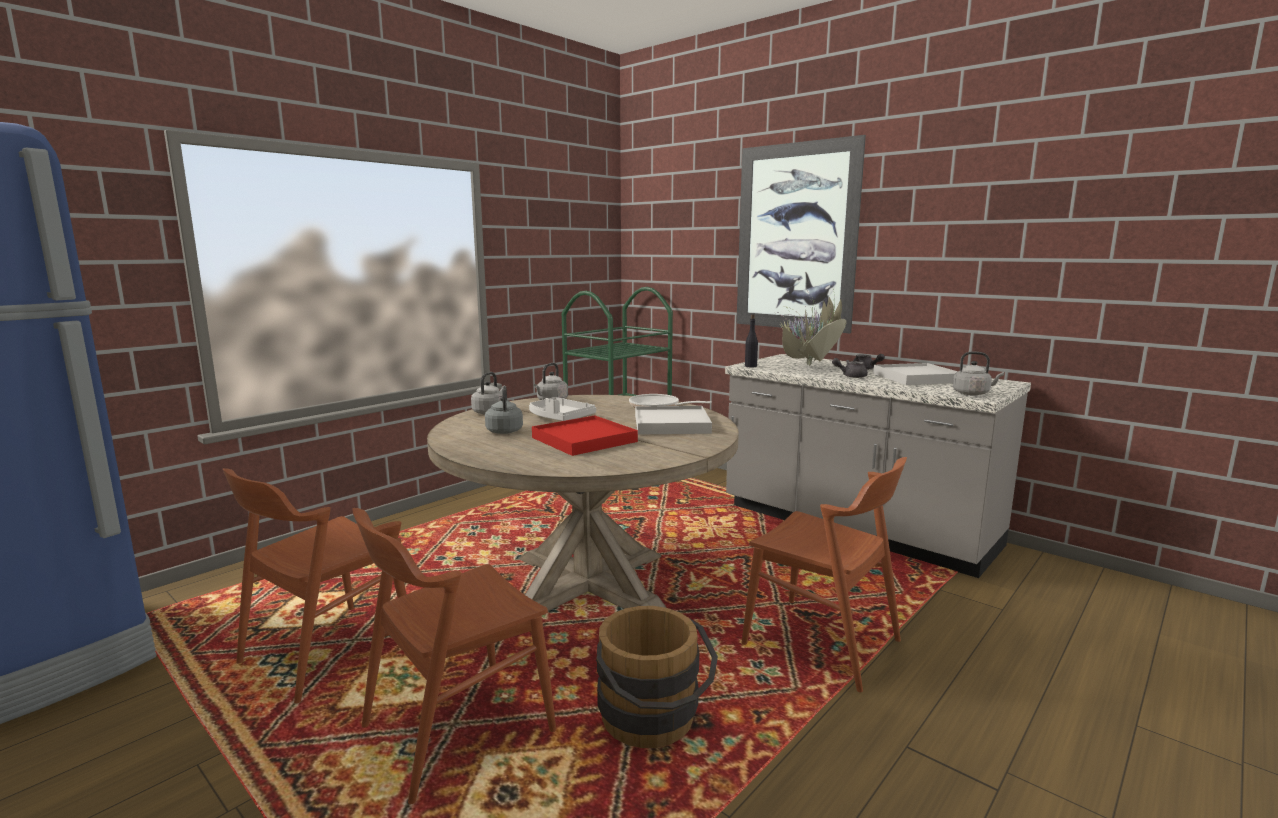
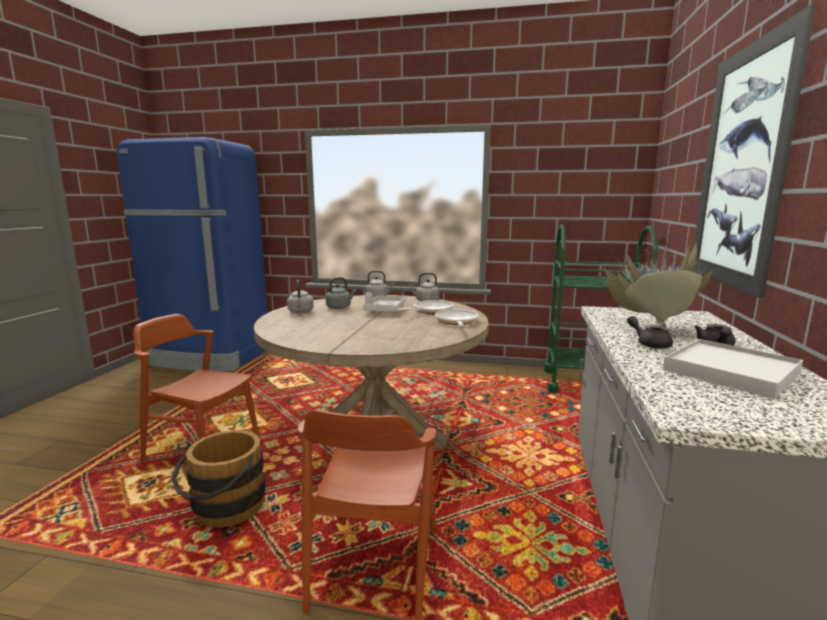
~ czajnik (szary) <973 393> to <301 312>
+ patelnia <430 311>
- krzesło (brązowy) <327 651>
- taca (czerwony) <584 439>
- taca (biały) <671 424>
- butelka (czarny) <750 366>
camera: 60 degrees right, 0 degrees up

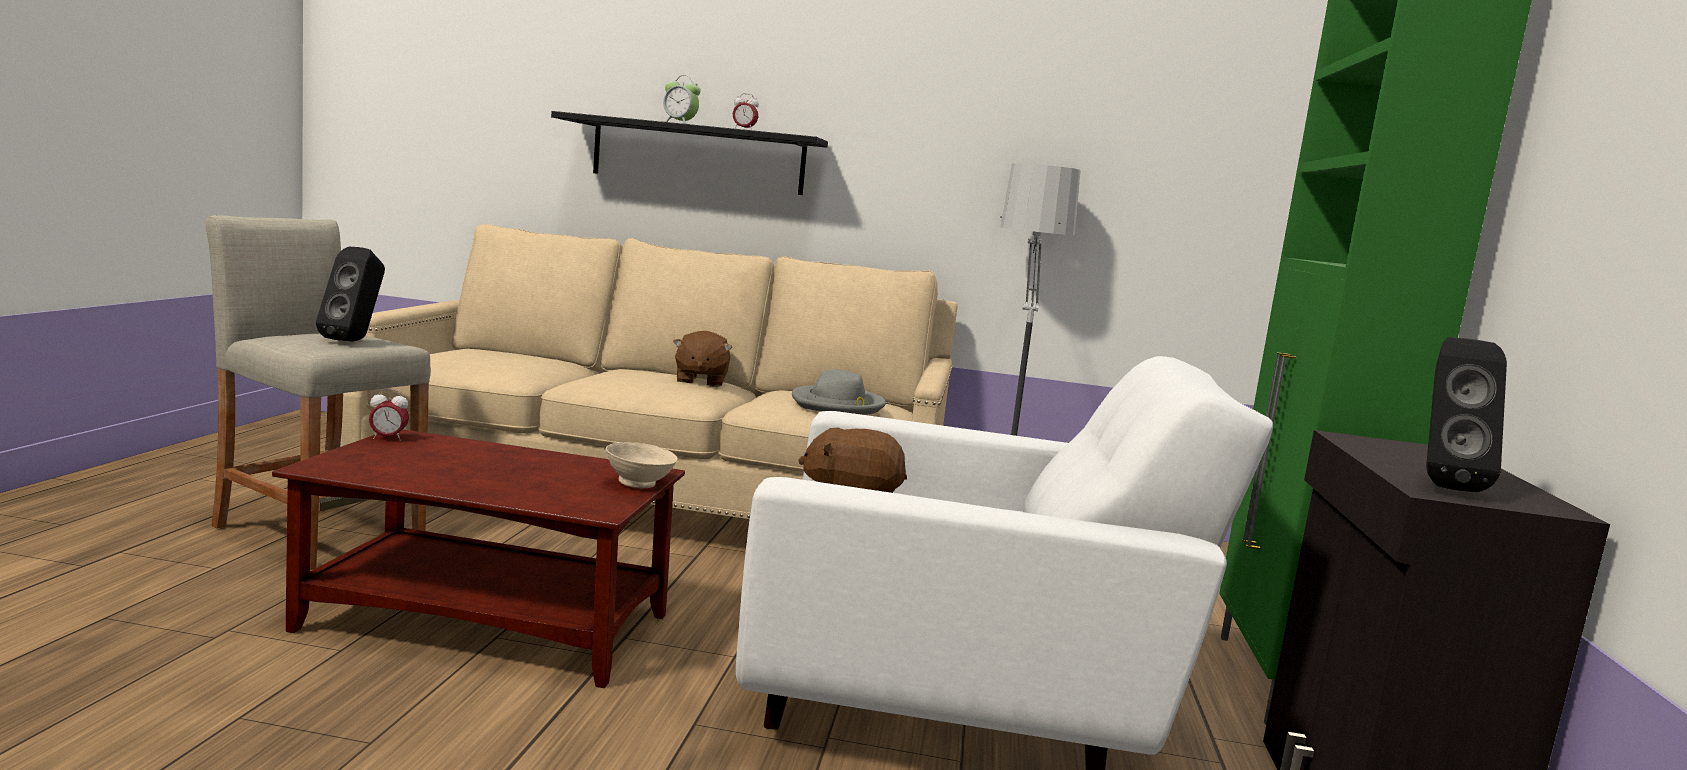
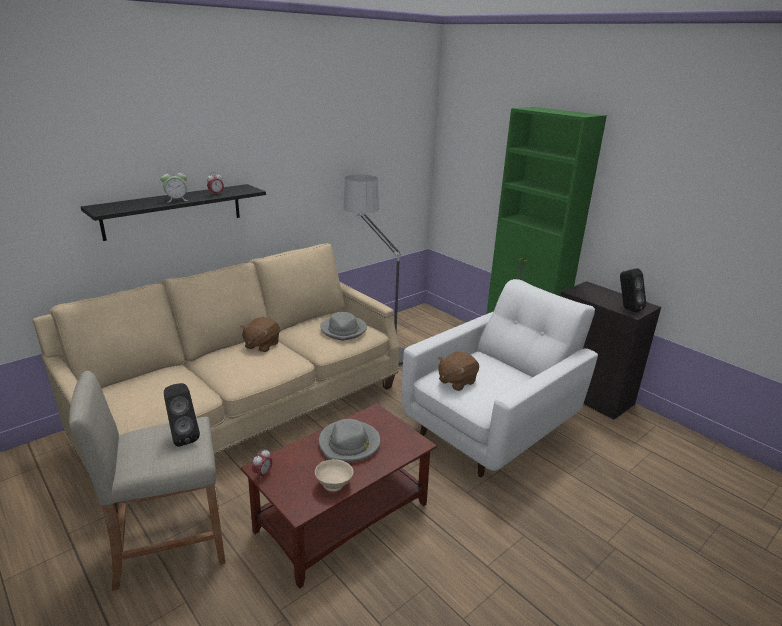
~ pluszak (brązowy) <700 381> = <261 345> 75 degrees clockwise
~ miska (beżowy) <640 484> to <334 485>
+ kapelusz (szary) <349 444>
camera: 50 degrees left, 15 degrees up

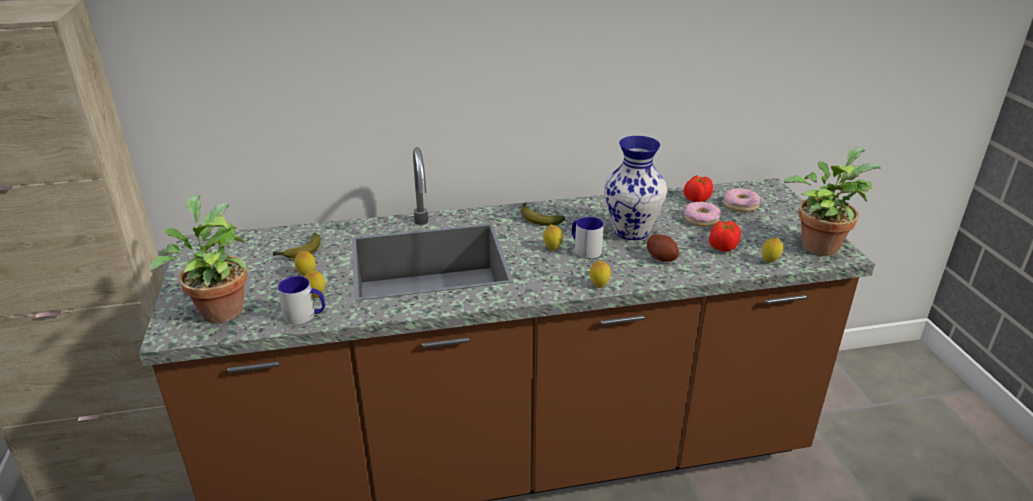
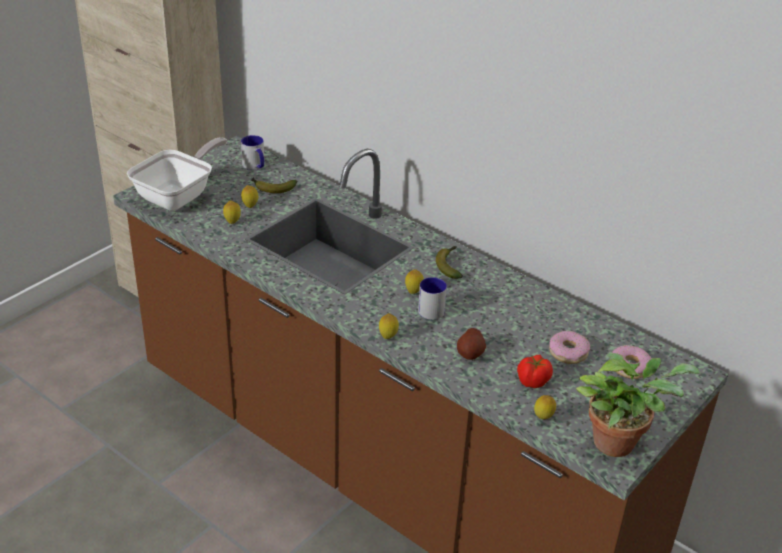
~ roślina doniczkowa <219 309> to patelnia <179 196>
~ kubek <305 316> to <255 166>
- wazon <632 232>
- pomidor <696 199>
camera: 50 degrees right, 5 degrees up

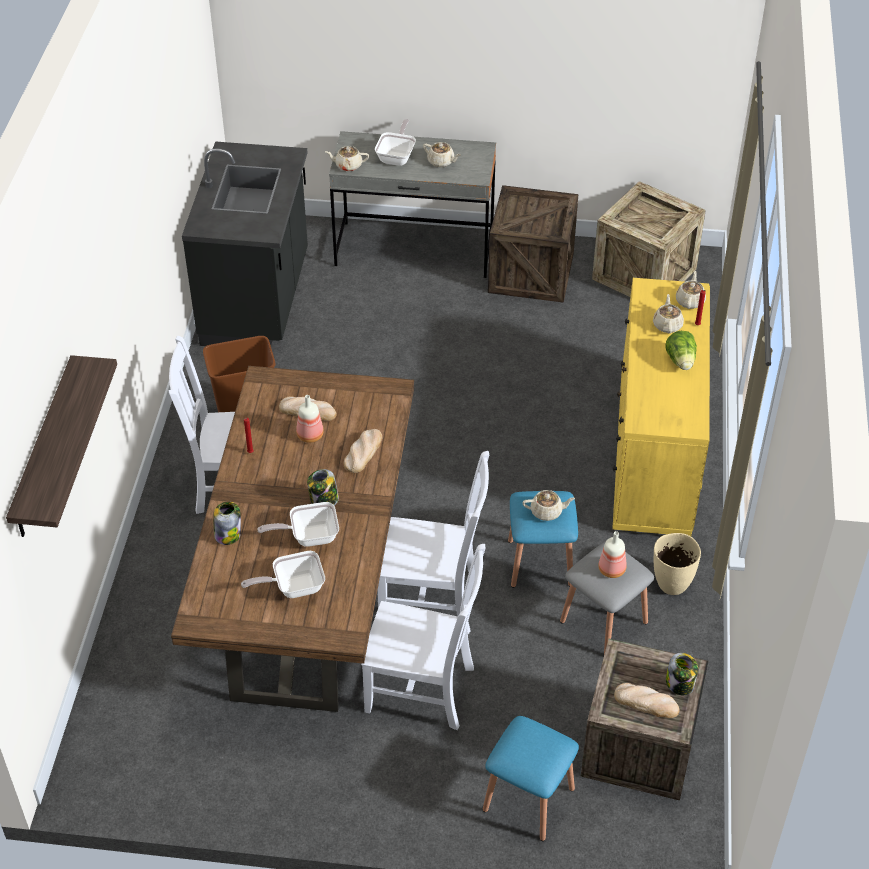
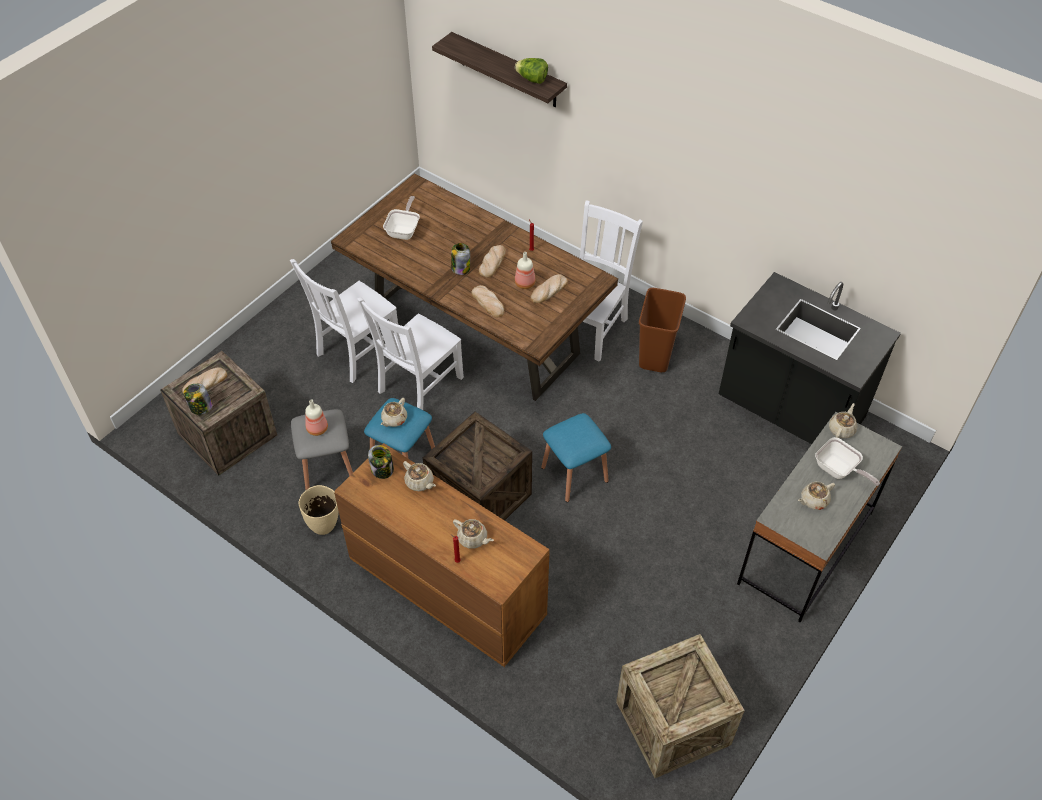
~ komoda (żółty) <653 456> to komoda (brązowy) <446 587>
~ słoik <228 534> to <382 469>
~ imbryk (beżowy) <690 301> to <420 482>
~ skrzynka <531 273> to <479 497>
+ chleb <492 262>
~ sałata <681 361> to <532 79>
~ stołek (niebieski) <528 799> to <574 474>
- patelnia <309 536>
camera: 120 degrees right, 5 degrees up

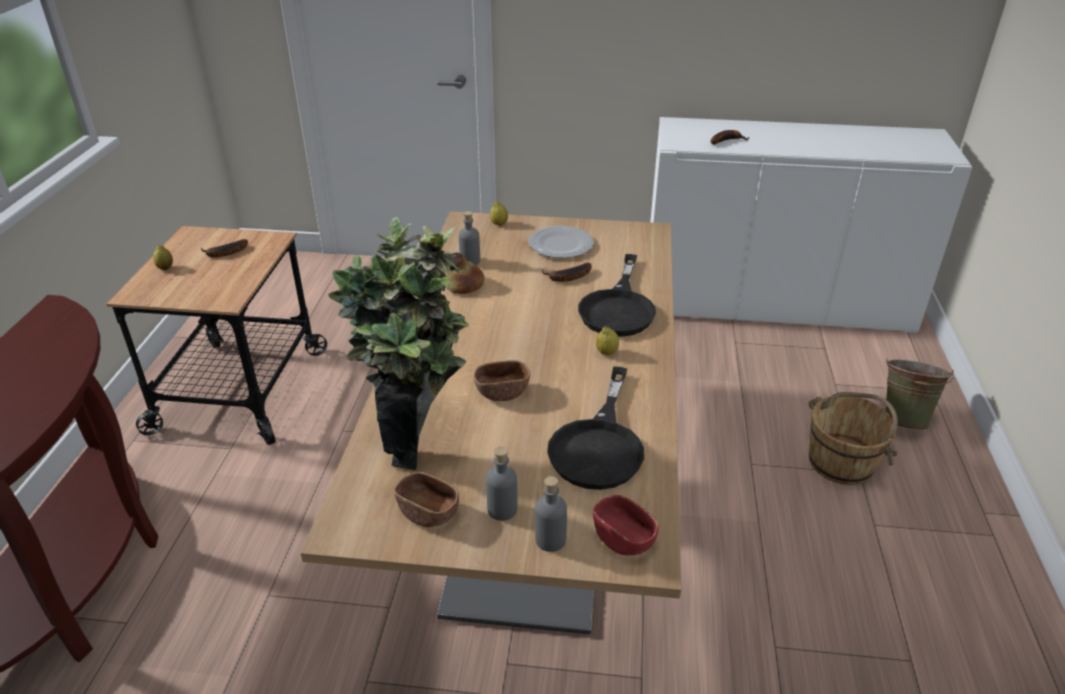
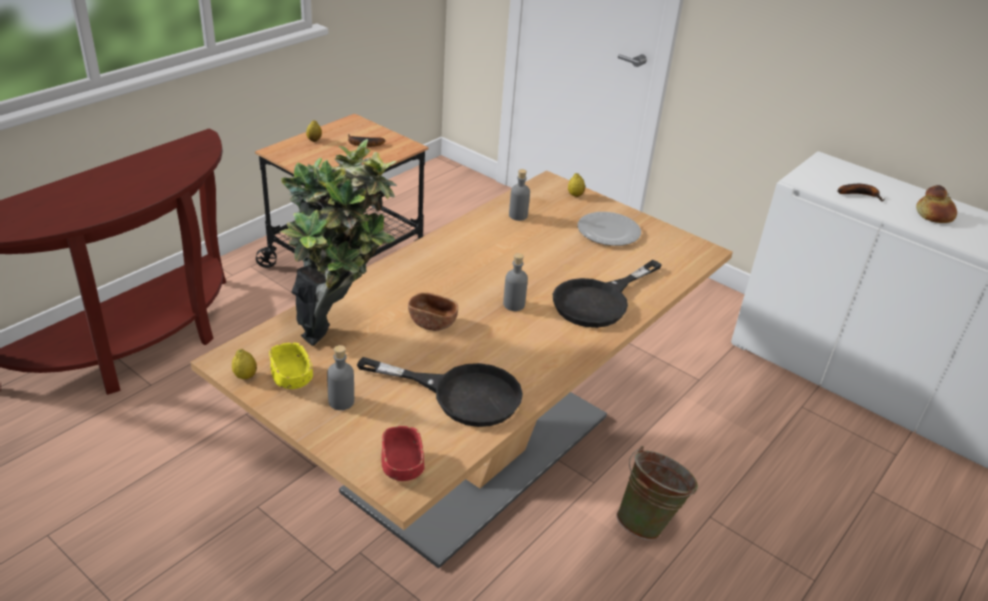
~ cytryna <606 352> to <245 376>
~ miska (brązowy) <428 512> to miska (żółty) <292 378>
~ patelnia (czarny) <599 445> = <461 394> 120 degrees counterclockwise
~ butelka (szary) <550 540> to <513 304>
~ wiadro (zielony) <903 419> to <649 522>
~ chleb <463 284> to <934 215>
- banan <567 277>
- wiadro (brązowy) <842 462>
camera: 30 degrees right, 0 degrees up

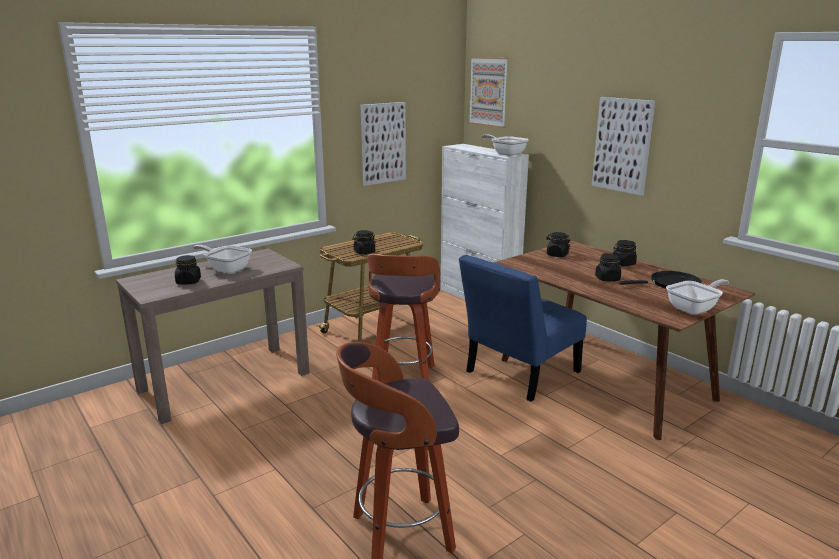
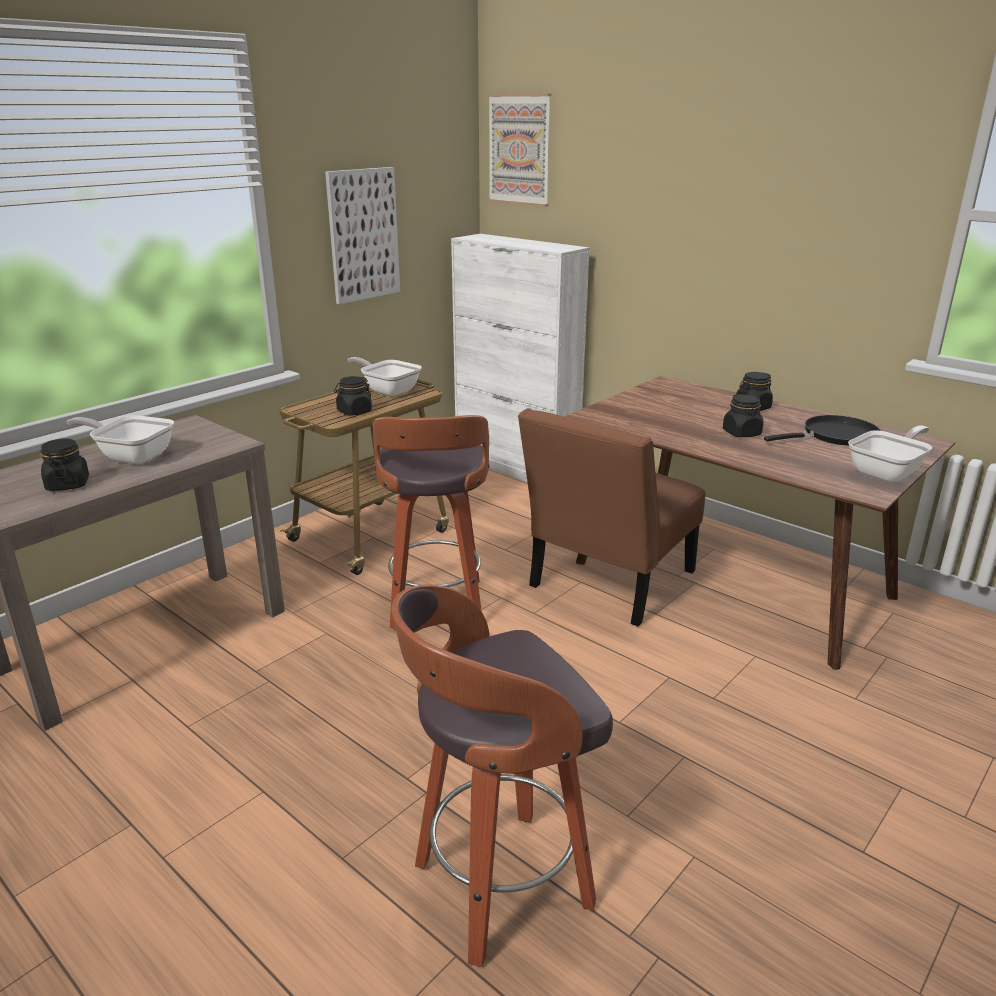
~ patelnia <506 154> to <388 390>
~ krzesło (niebieski) <518 374> to krzesło (brązowy) <607 583>
- słoik (czarny) <557 255>
- obraz <622 145>
camera: 10 degrees left, 5 degrees up

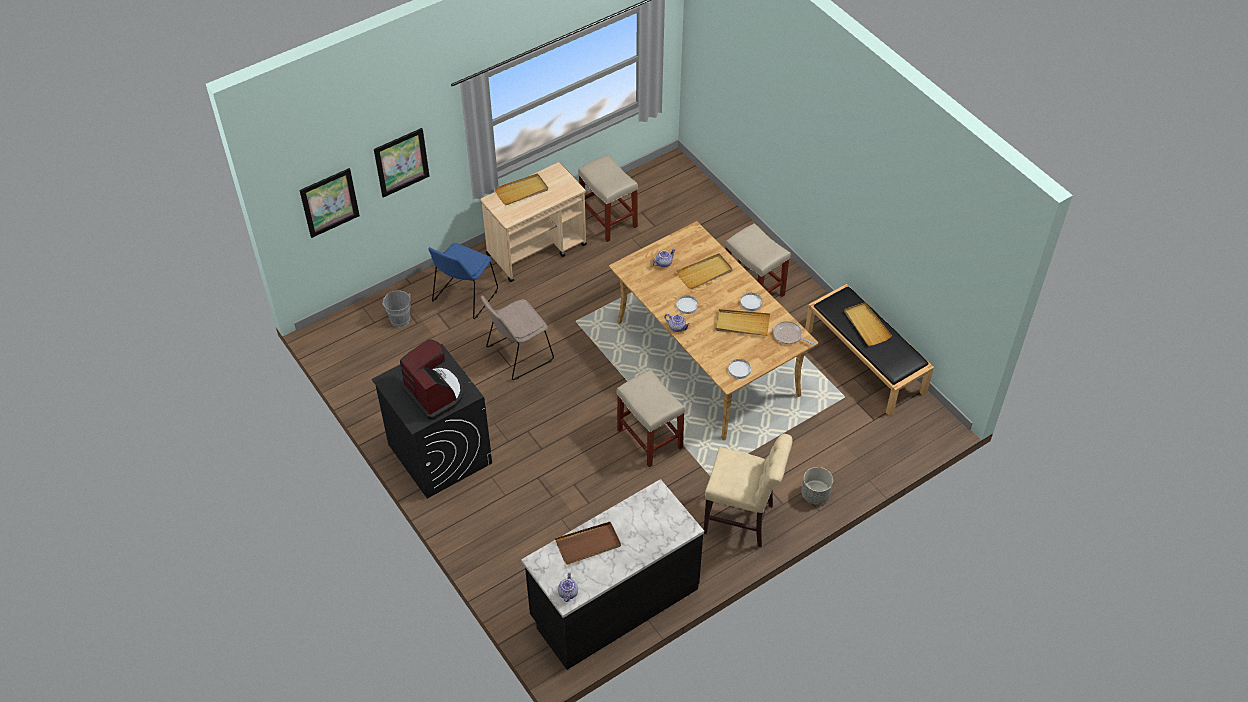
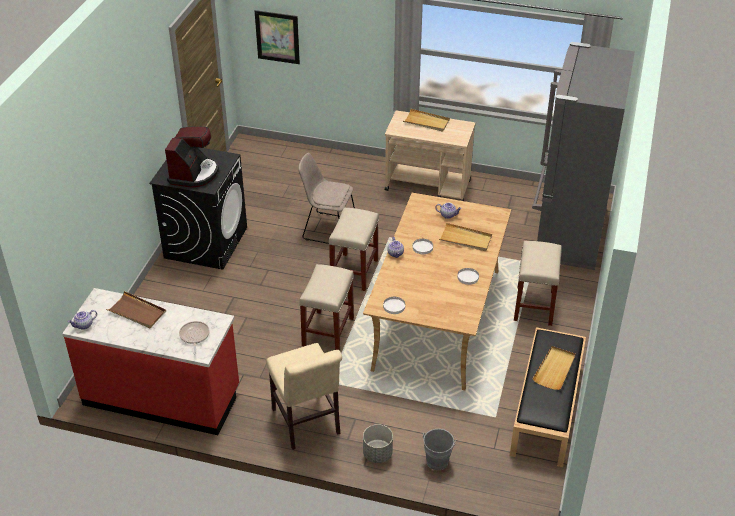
~ zabudowa kuchenna (czarny) <614 603> to zabudowa kuchenna (czerwony) <162 396>
~ patelnia <789 335> to <194 336>
~ stołek (beżowy) <607 219> to <354 271>
~ wiadro (szary) <399 318> to <438 459>
+ lodówka (szary) <567 234>
- obraz <401 162>
- krzesło (niebieski) <464 297>
- taca (beżowy) <742 324>
camera: 50 degrees right, 10 degrees down

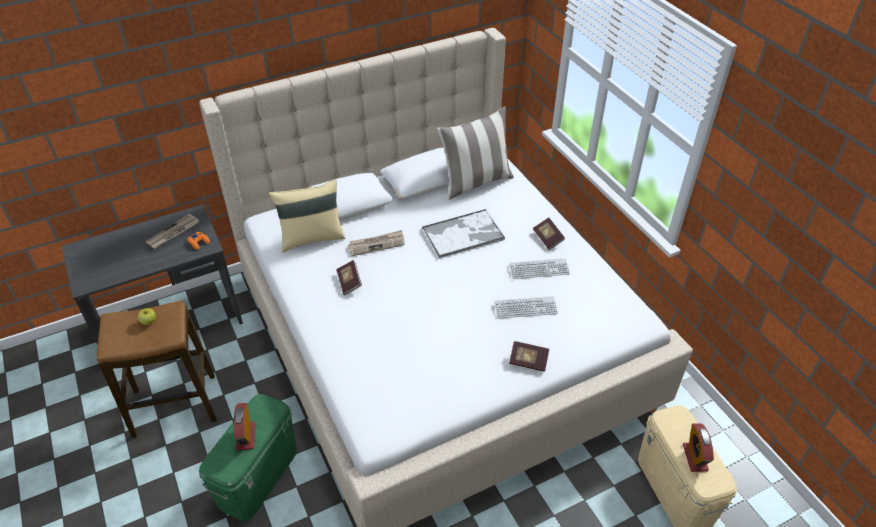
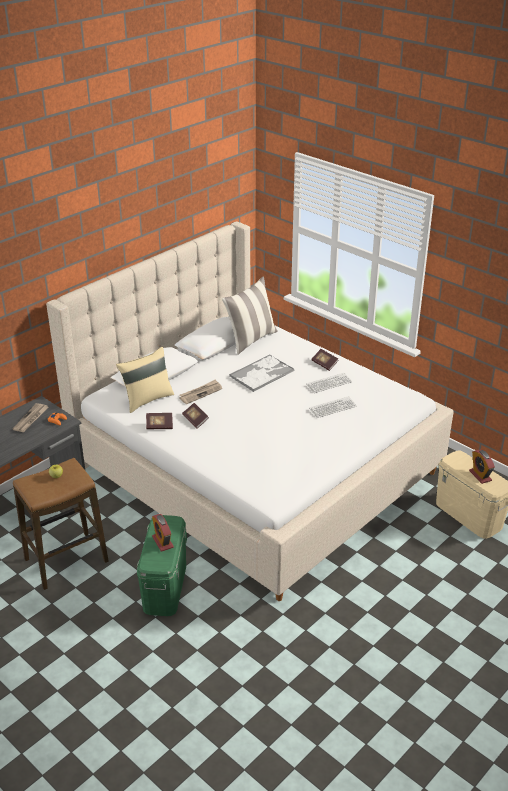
~ książka <528 361> to <159 426>
camera: 20 degrees left, 10 degrees down

